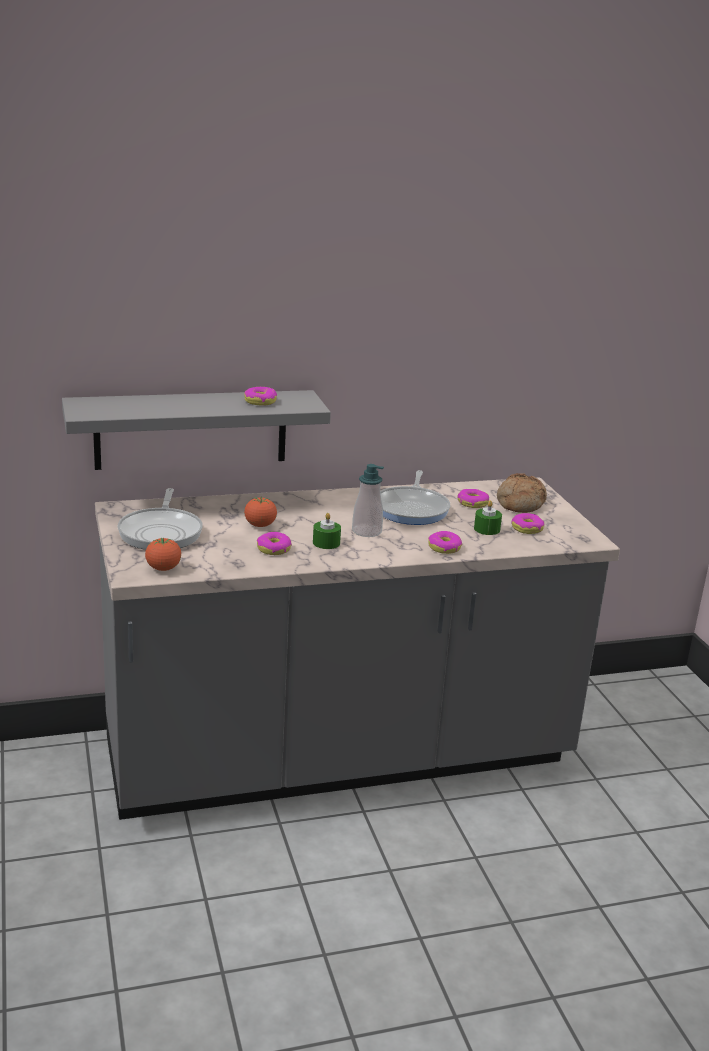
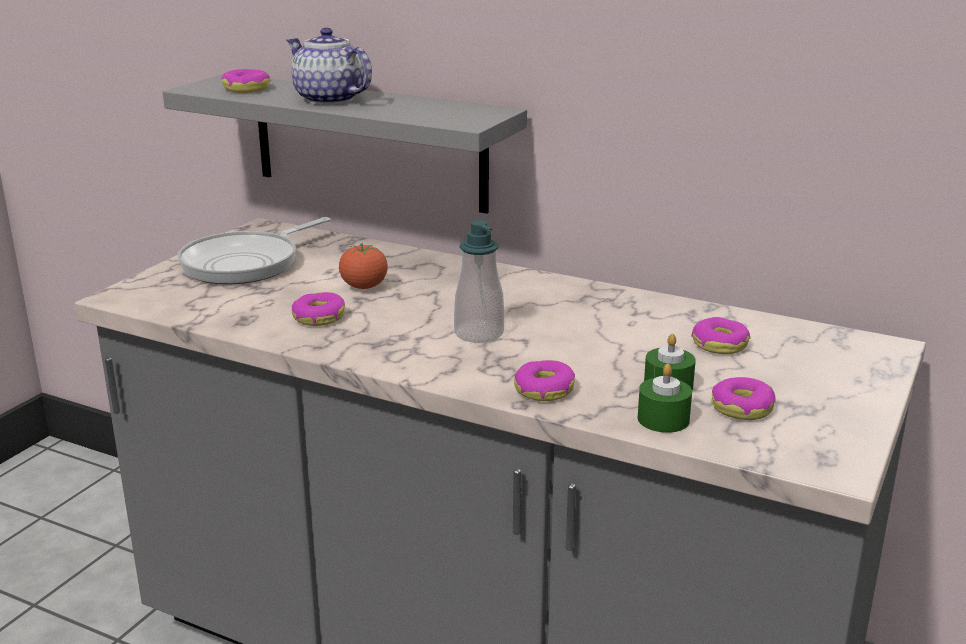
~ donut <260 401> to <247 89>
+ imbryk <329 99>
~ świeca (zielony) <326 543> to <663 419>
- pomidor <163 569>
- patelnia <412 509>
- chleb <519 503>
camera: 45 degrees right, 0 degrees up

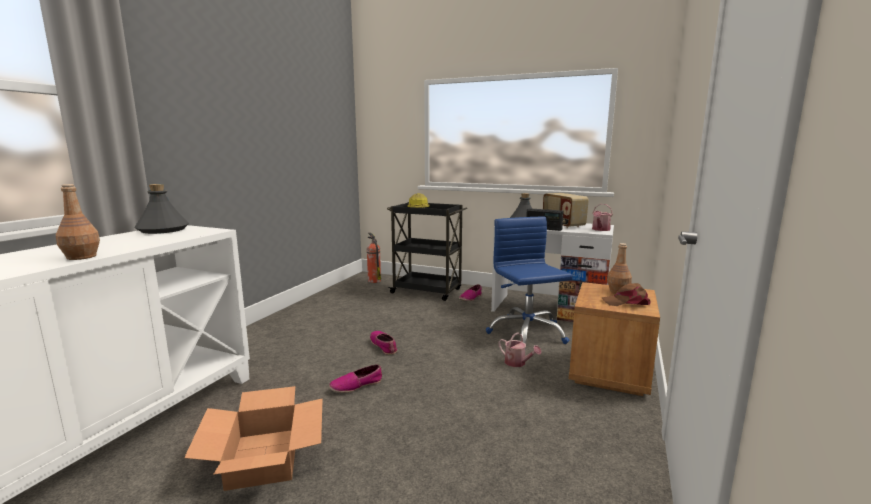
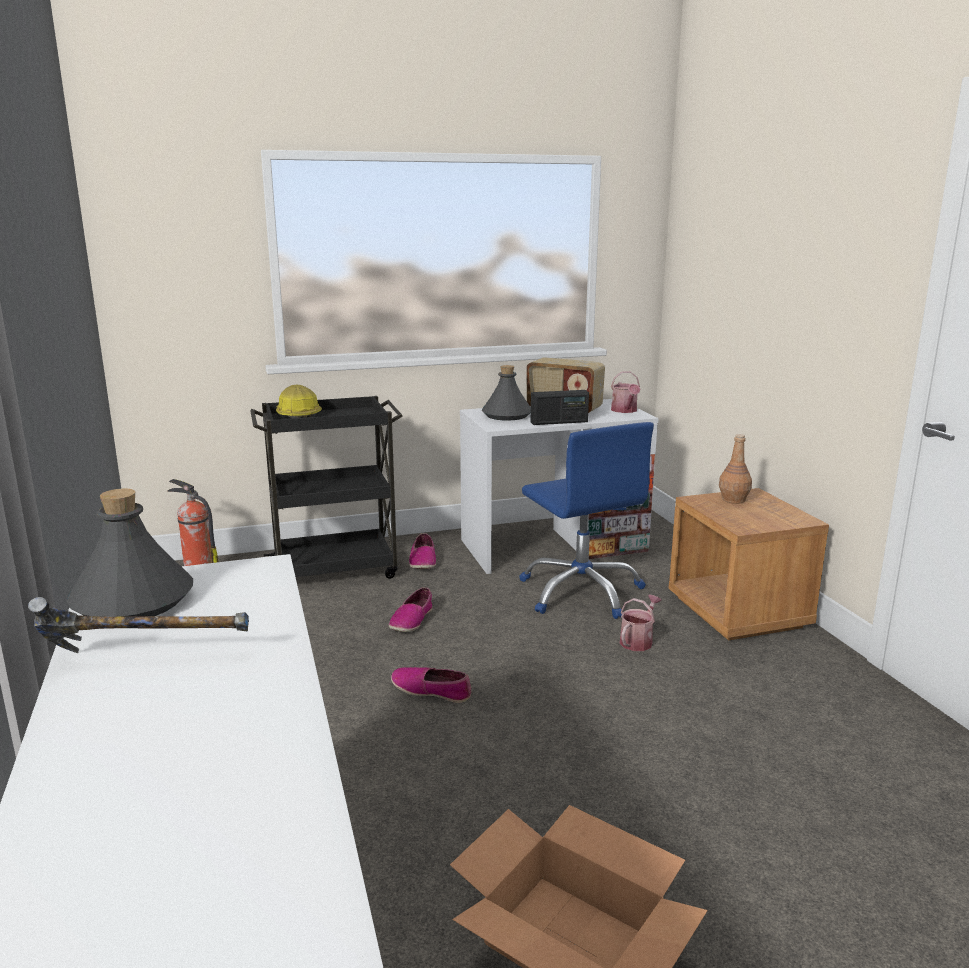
+ młotek <144 661>
~ but <356 385> to <411 620>
~ krzesło biurowe (niebieski) <527 333> = <581 592> 150 degrees counterclockwise
~ konewka <517 363> = <638 640> 60 degrees counterclockwise
- butelka (brązowy) <81 257>
- czapka z daszkiem (brązowy) <626 302>
camera: 40 degrees left, 5 degrees up

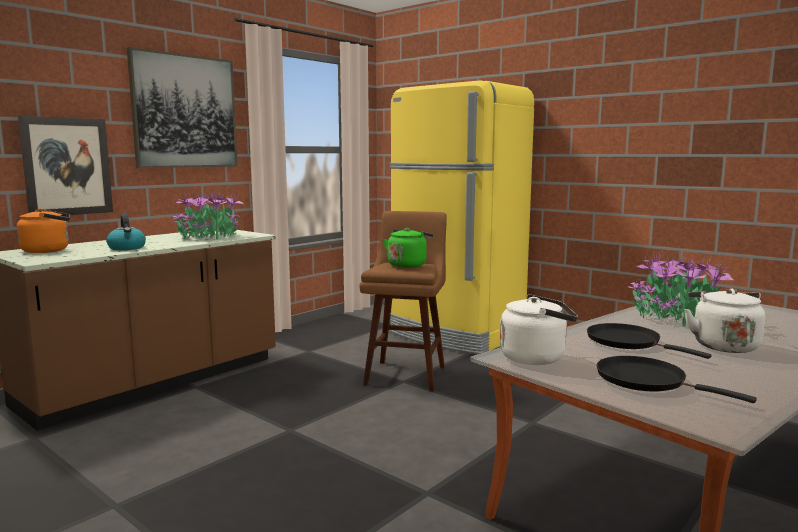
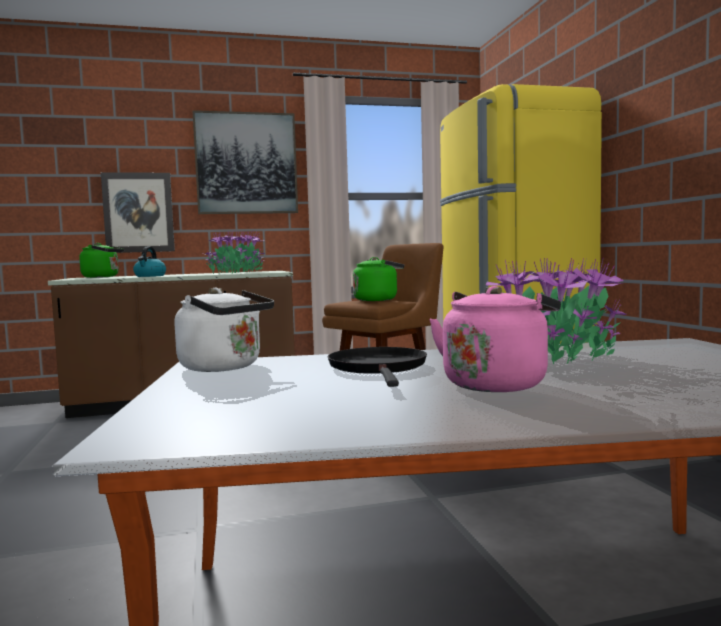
~ czajnik (pomarańczowy) <49 250> to czajnik (zielony) <103 277>
~ czajnik (biały) <722 345> to czajnik (różowy) <496 383>
- patelnia (czarny) <646 380>
camera: 35 degrees right, 5 degrees down

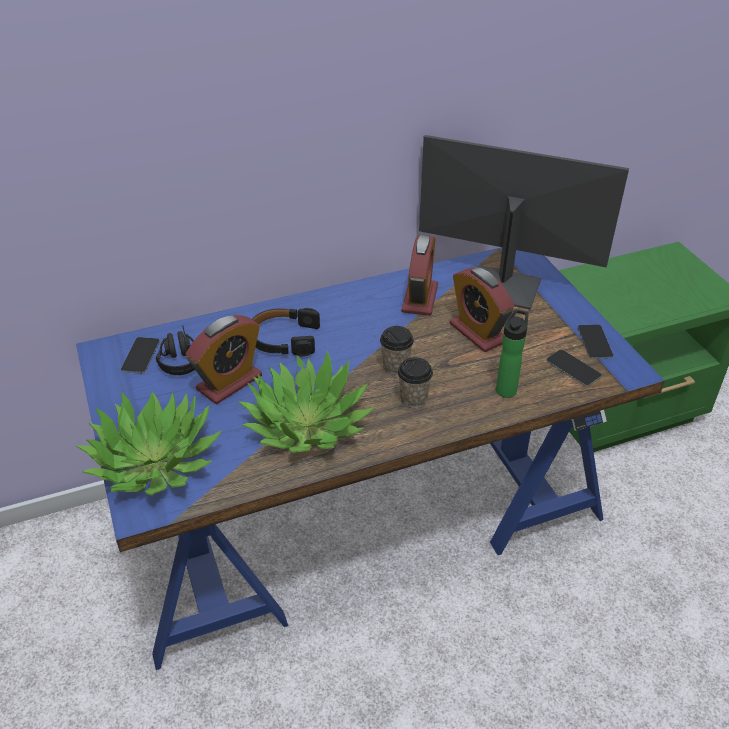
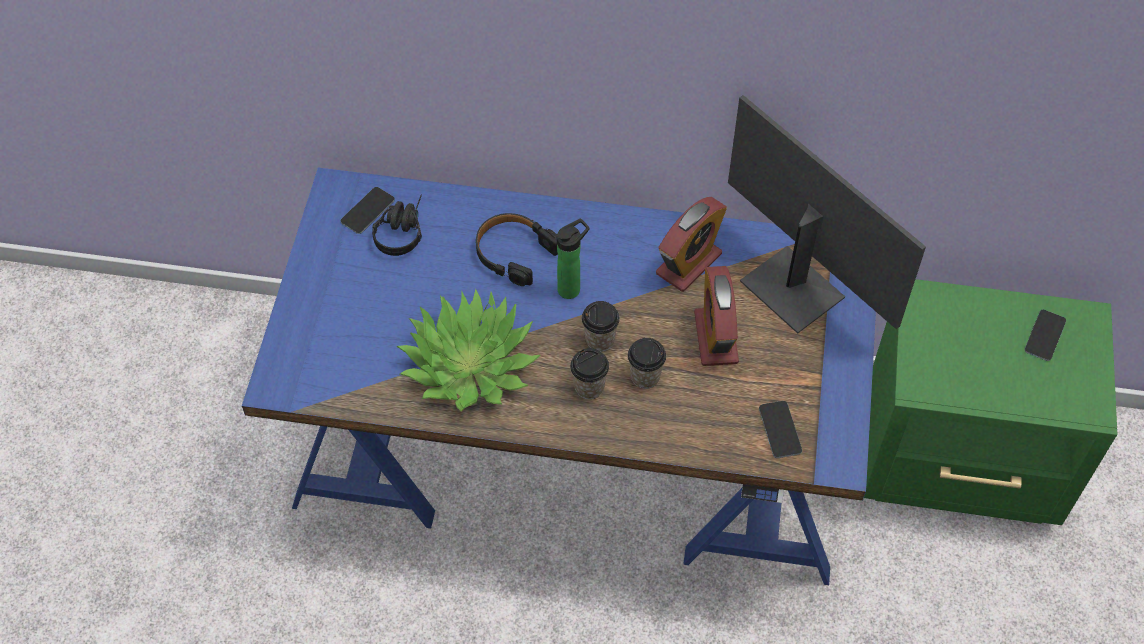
~ butelka <507 388> to <571 288>
+ filiżanka <645 376>
~ telefon <594 342> to <1045 335>
- roślina doniczkowa <155 461>
- budzik <229 382>
camera: 30 degrees right, 15 degrees up

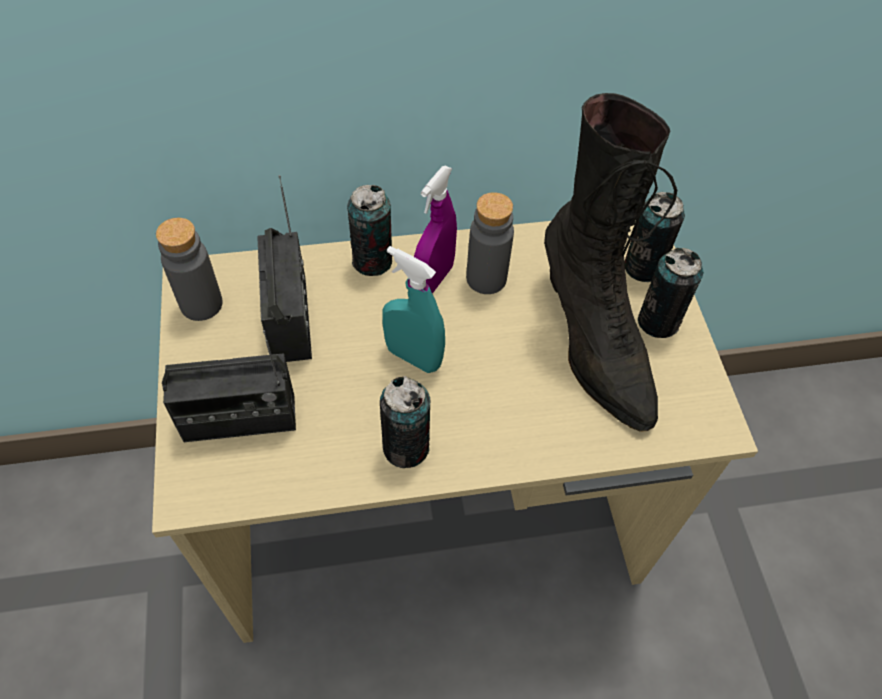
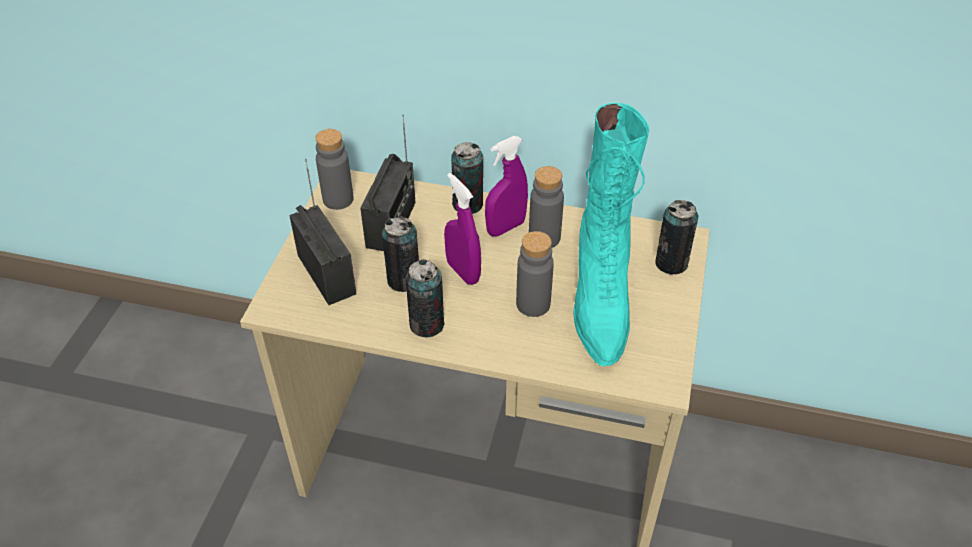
~ radio <240 419> = <327 274> 135 degrees counterclockwise
~ puszka <658 321> to <403 280>
~ spryskiwacz (turkusowy) <413 357> to spryskiwacz (fioletowy) <463 272>
+ butelka (szary) <533 304>
~ but z cholewką (czarny) <592 343> to but z cholewką (turkusowy) <600 301>
camera: 25 degrees right, 10 degrees down

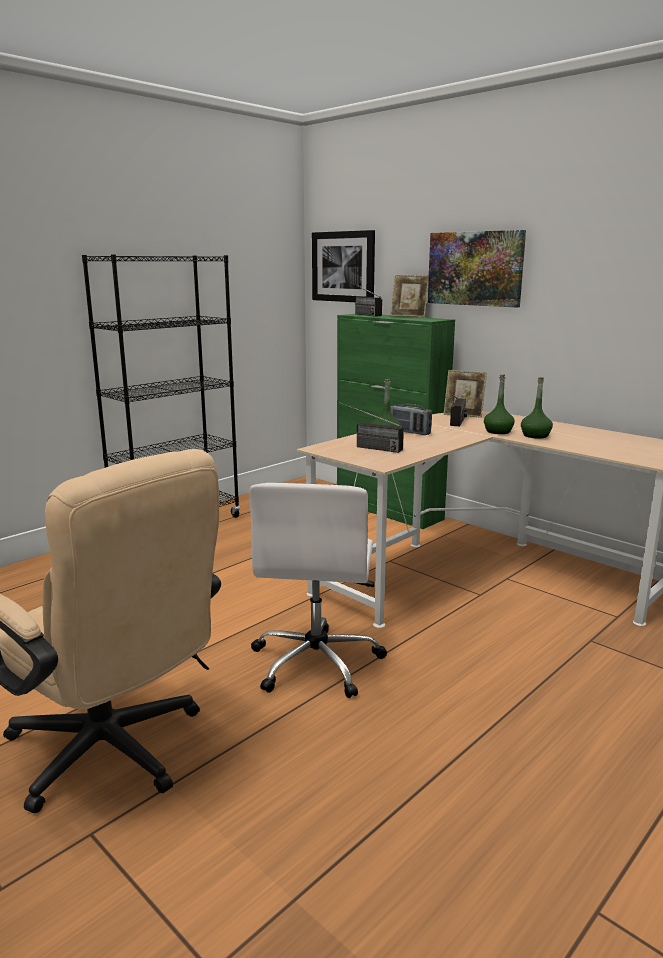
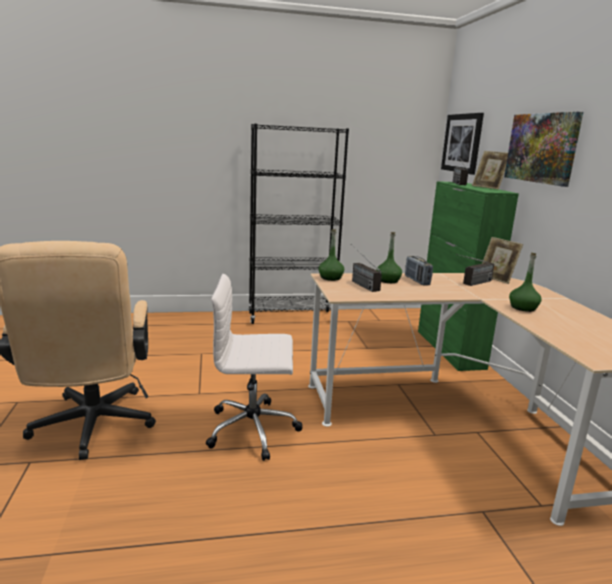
~ krzesło biurowe (biały) <317 662> = <254 429> 45 degrees clockwise
~ butelka (zielony) <498 431> to <330 278>
camera: 35 degrees right, 0 degrees up

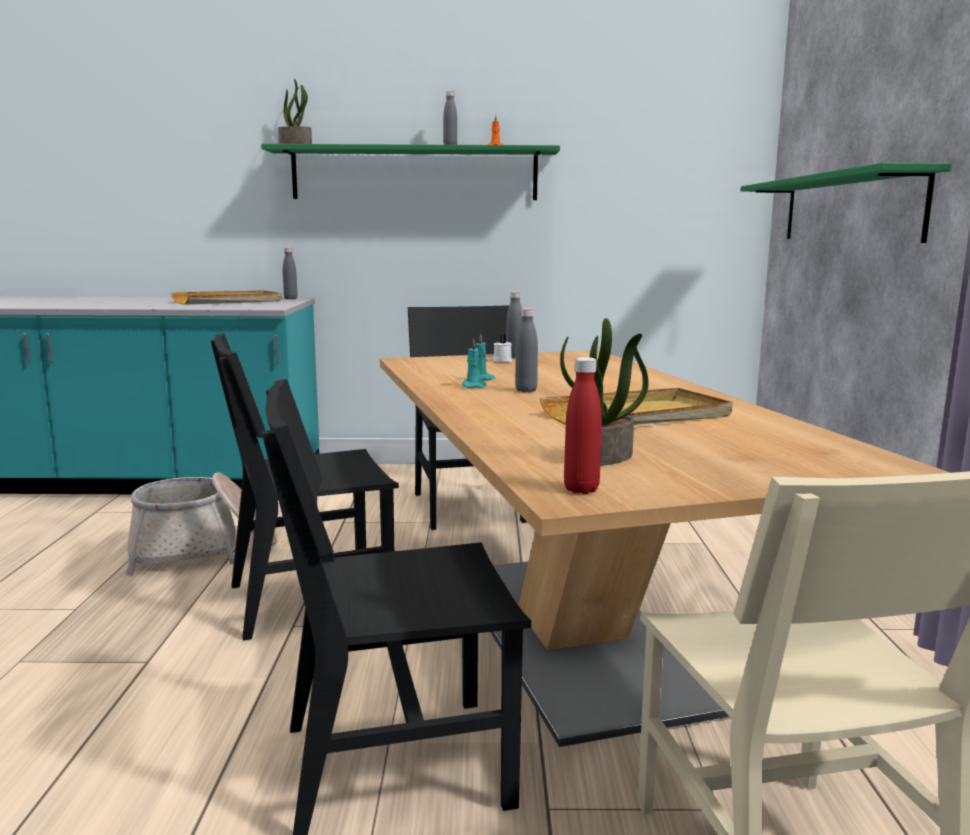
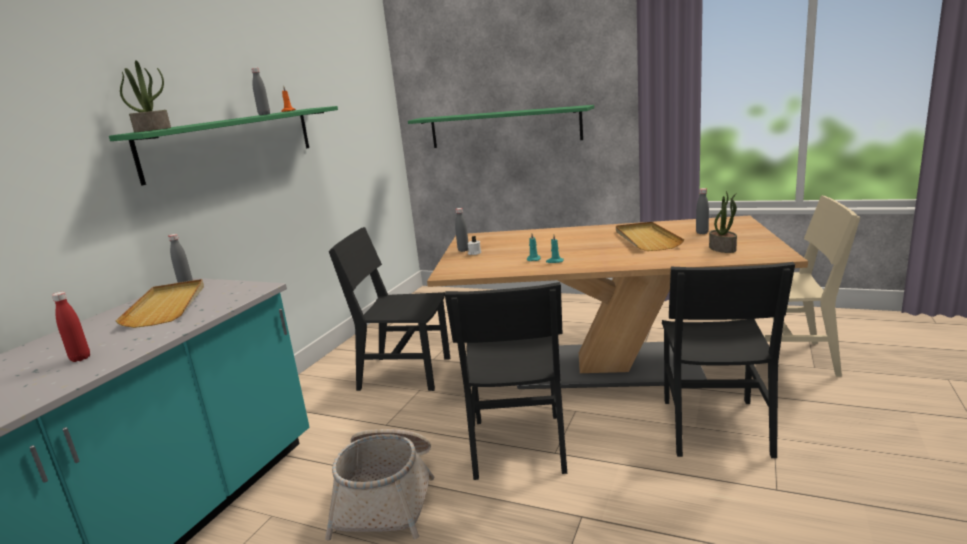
~ butelka (czerwony) <581 489> to <80 358>
~ butelka (szary) <526 390> to <702 233>
camera: 65 degrees left, 5 degrees up

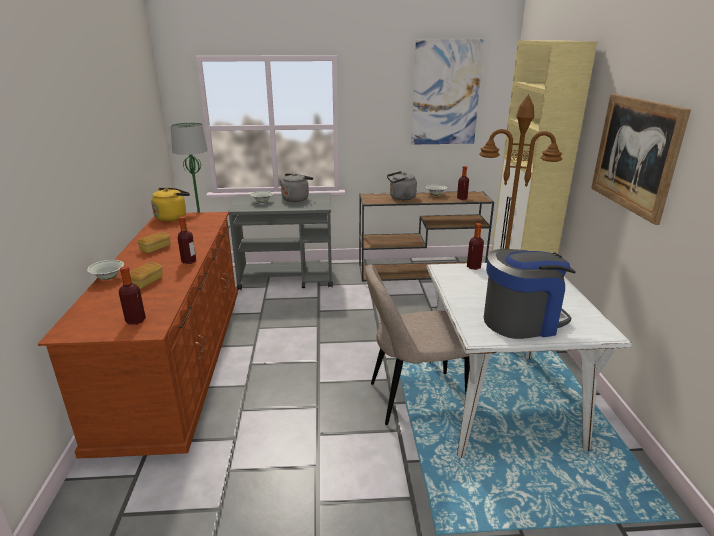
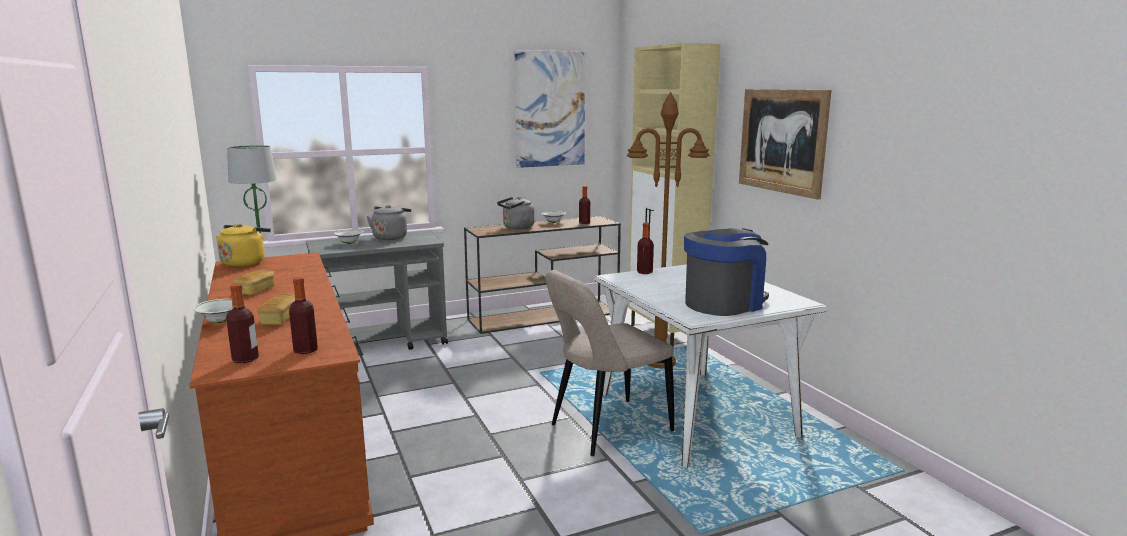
~ butelka <189 261> to <245 359>
camera: 20 degrees left, 10 degrees down

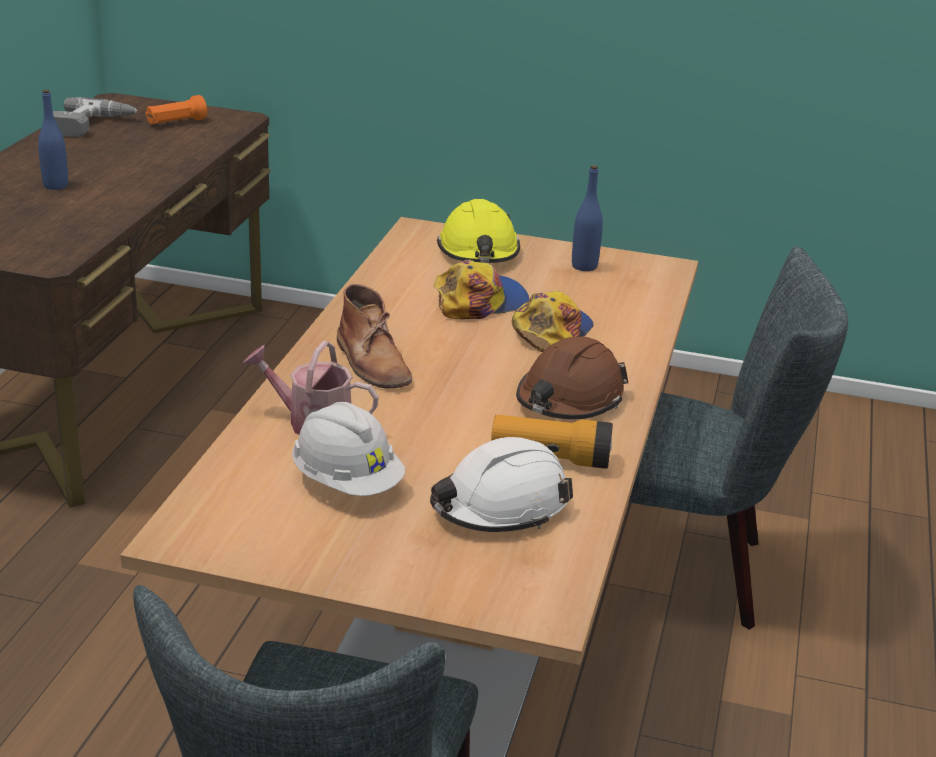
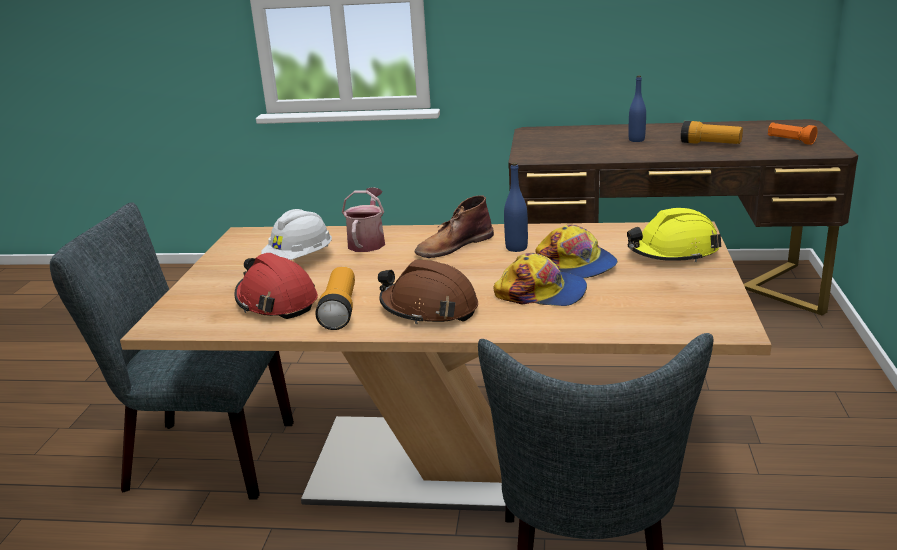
~ kask (biały) <500 506> to kask (czerwony) <276 301>
~ butelka (niebieski) <584 266> to <516 248>
+ latarka <710 144>
- wiertarka <92 126>
camera: 85 degrees right, 5 degrees down

